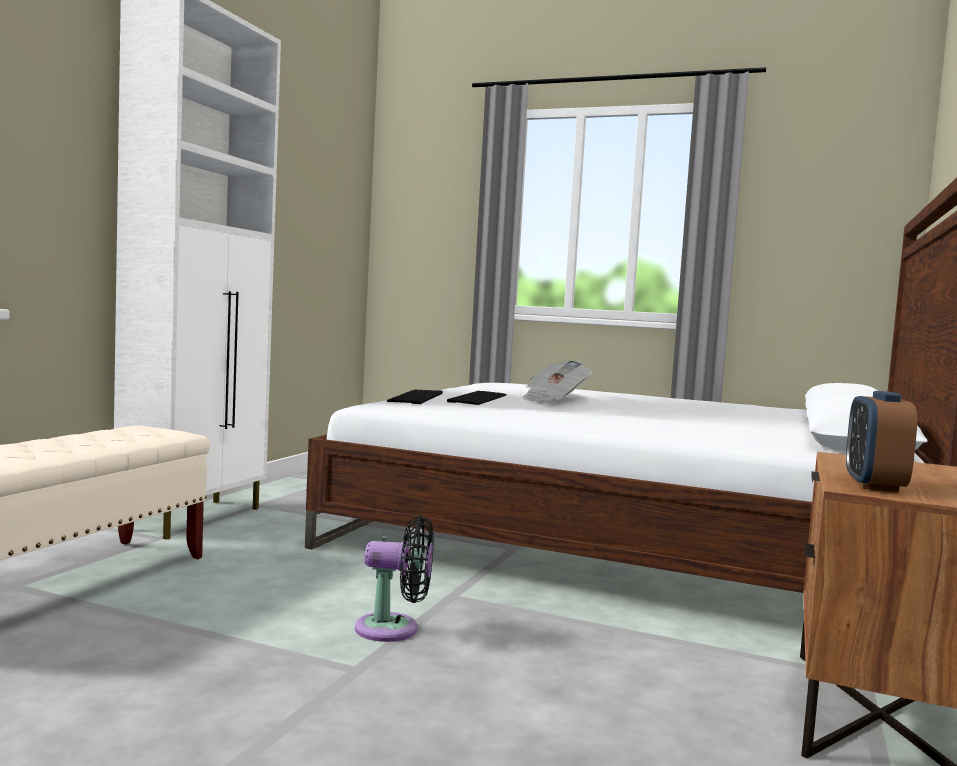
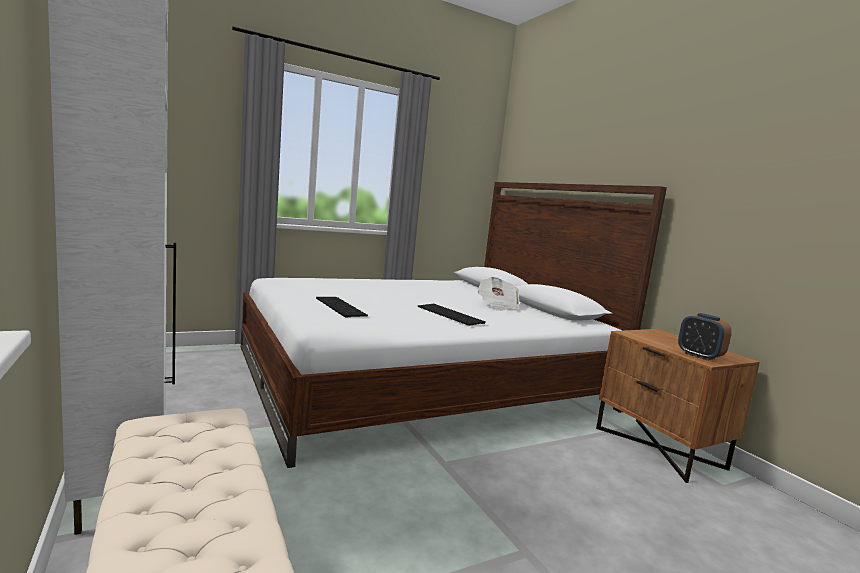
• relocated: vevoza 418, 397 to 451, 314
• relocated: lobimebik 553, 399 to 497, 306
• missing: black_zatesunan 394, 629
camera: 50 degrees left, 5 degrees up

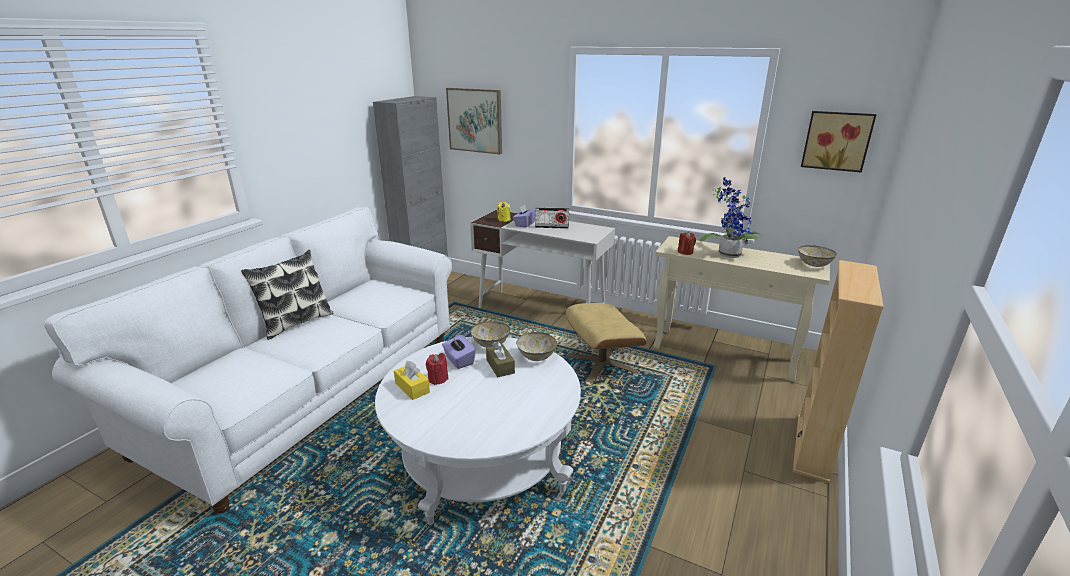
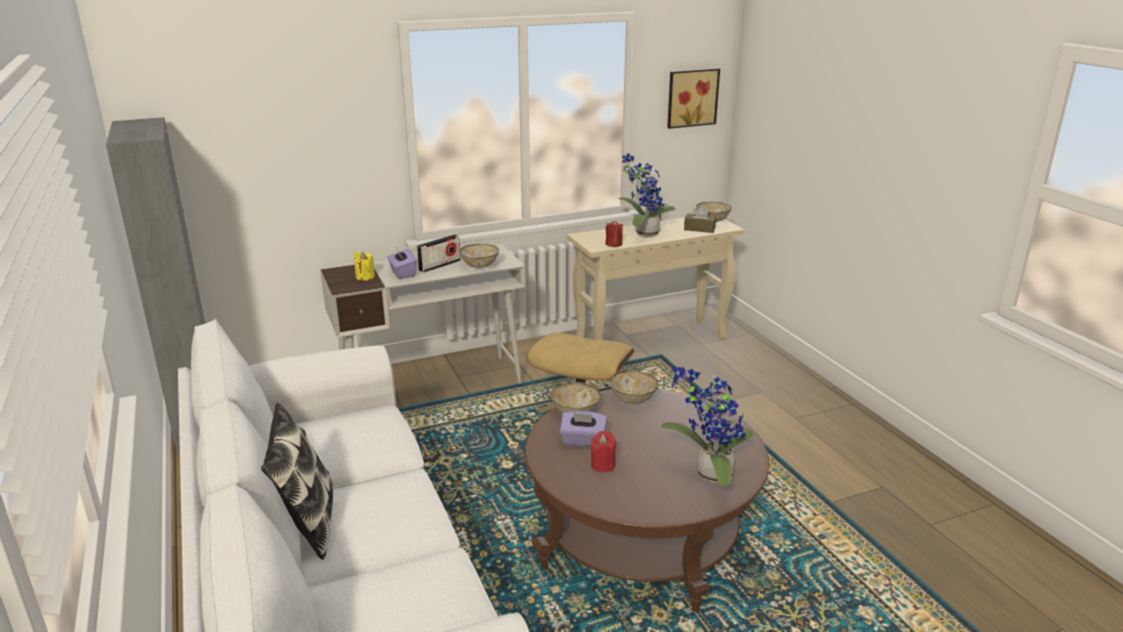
• appeared: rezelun 479, 265
• colour: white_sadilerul 483, 460 to brown_sadilerul 640, 539
• appeared: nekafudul 709, 474
• relocated: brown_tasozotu 500, 366 to 699, 229
• missing: yellow_tasozotu 412, 388
• missing: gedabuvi 475, 120
• missing: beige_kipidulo 812, 447
camera: 50 degrees left, 0 degrees up

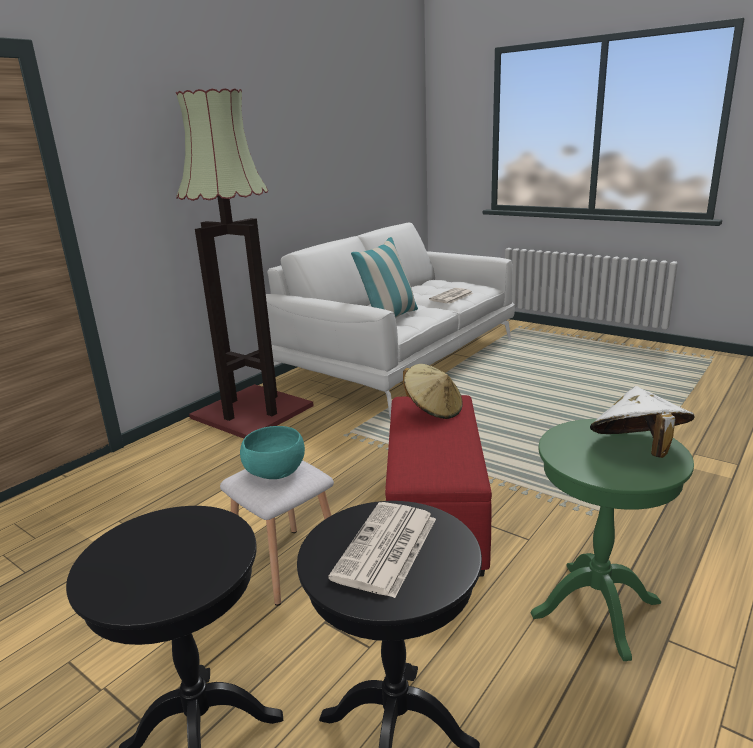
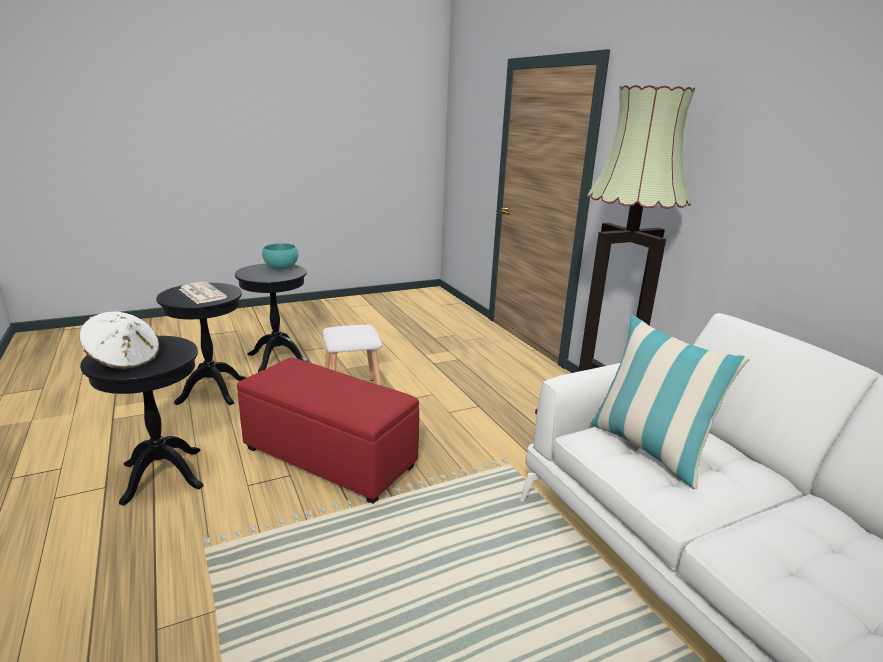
• colour: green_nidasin 595, 608 to black_nidasin 162, 475
• relocated: turquoise_rezelun 274, 472 to 281, 267
• missing: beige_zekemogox 433, 410
• missing: lobimebik 451, 297
camera: 115 degrees right, 0 degrees up

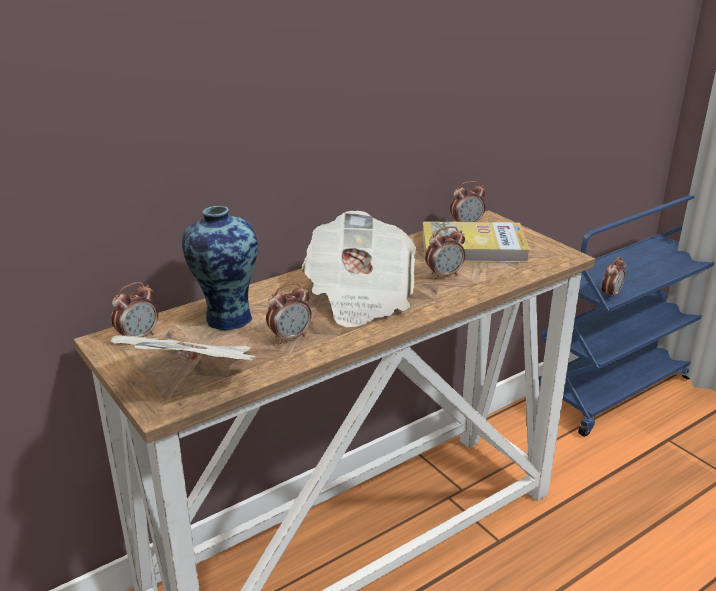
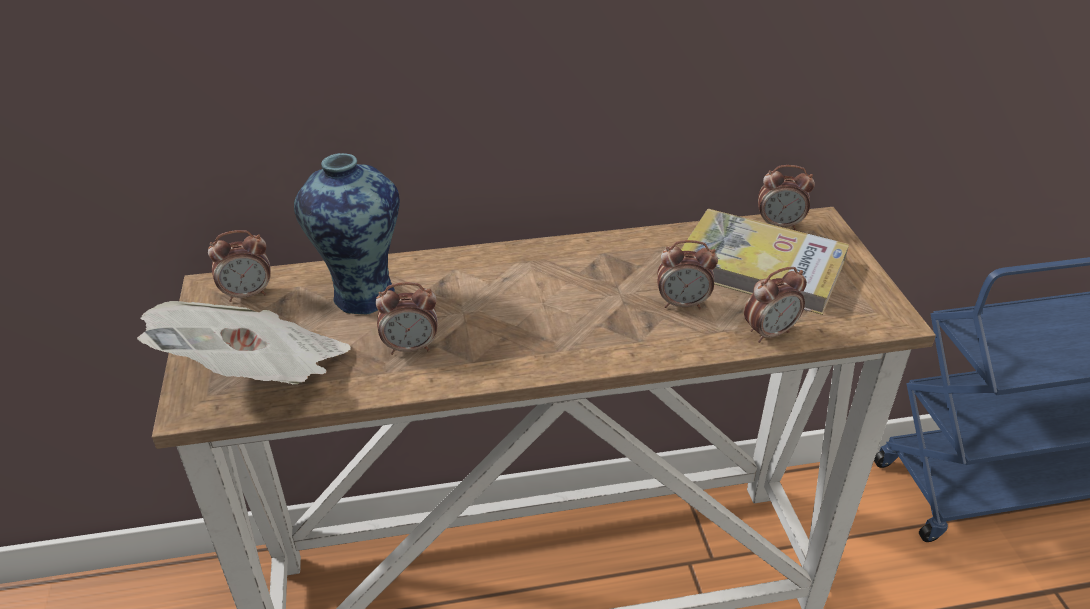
• relocated: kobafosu 611, 294 to 769, 333
• missing: lobimebik 359, 297
camera: 25 degrees right, 10 degrees up

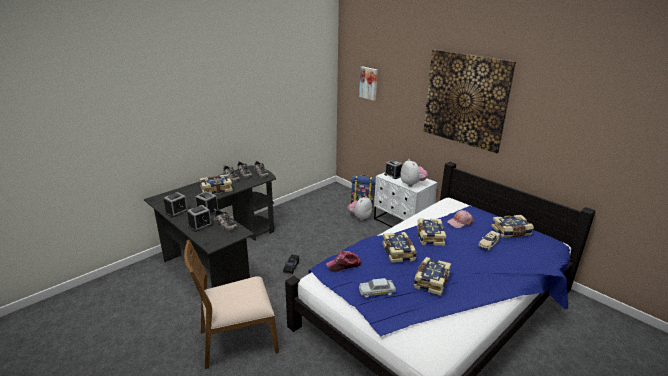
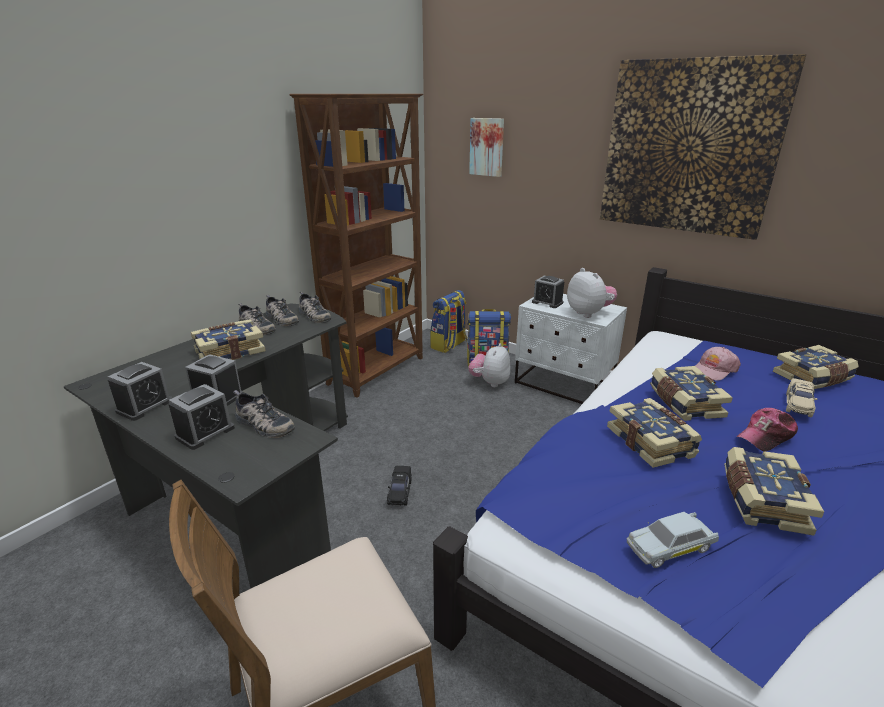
• appeared: brown_kipidulo 378, 371
• appeared: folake 449, 345
• relocated: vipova 343, 265 to 766, 436
camera: 10 degrees left, 0 degrees up

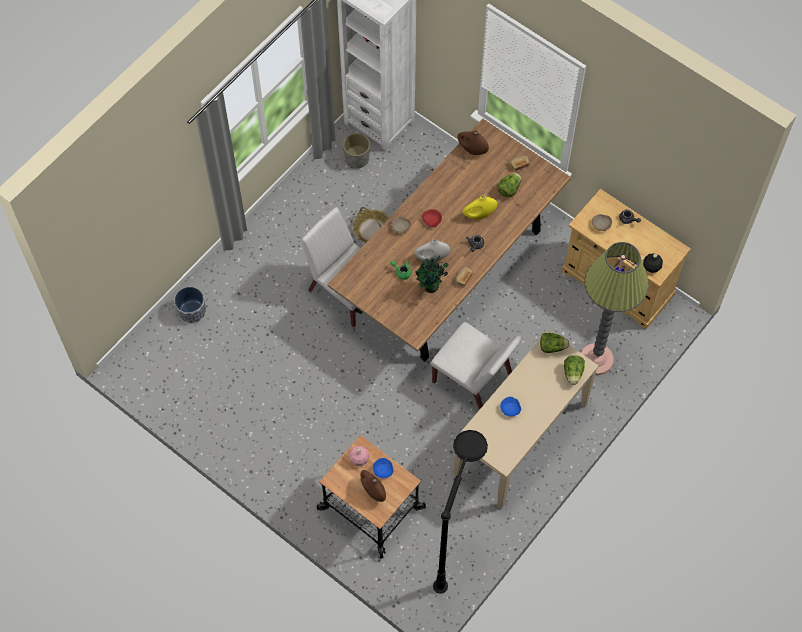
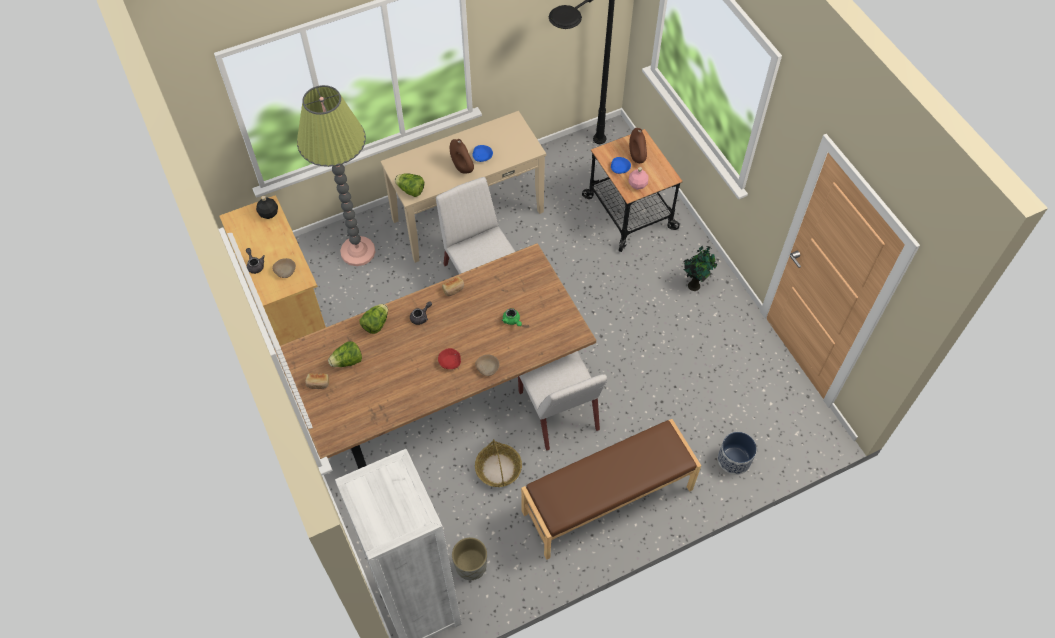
• relocated: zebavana 573, 373 to 376, 324
• relocated: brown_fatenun 472, 150 to 462, 167
• appeared: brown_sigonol 608, 501
• relocated: nekafudul 431, 288 to 694, 284
• missing: white_fatenun 431, 258
• missing: yellow_fatenun 479, 215
camera: 155 degrees left, 5 degrees down

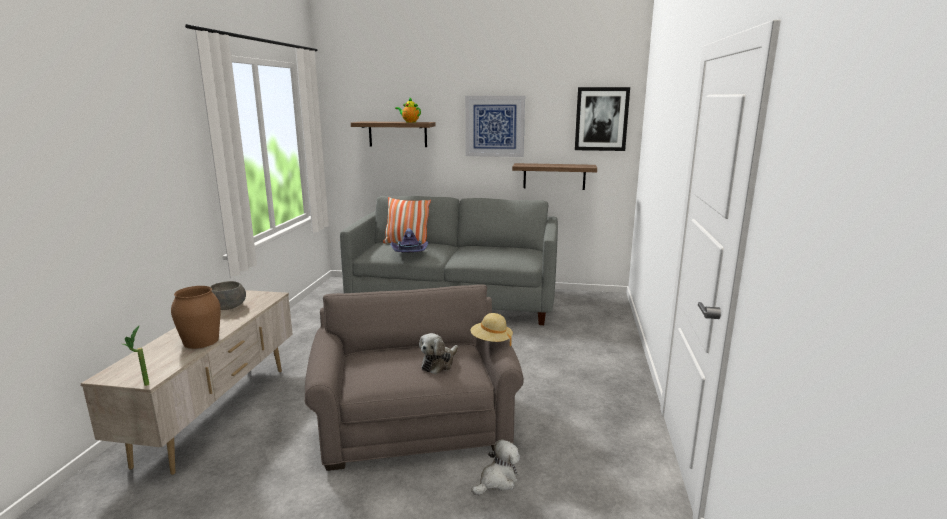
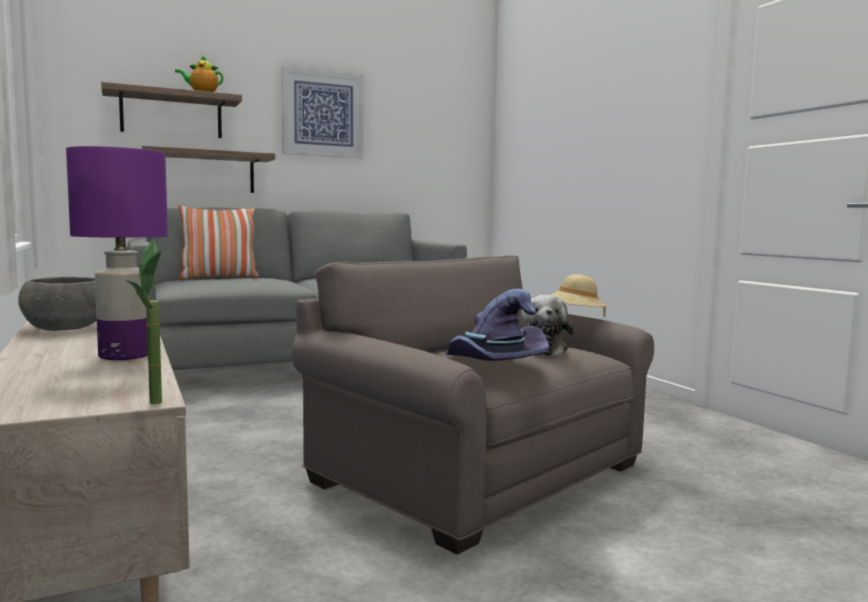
• exchanged: brown_fatenun 201, 341 to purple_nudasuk 125, 356
• relocated: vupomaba 554, 176 to 206, 172
• relocated: purple_zekemogox 409, 253 to 493, 366
• missing: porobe 497, 481
• missing: gedabuvi 601, 119
camera: 35 degrees left, 10 degrees down

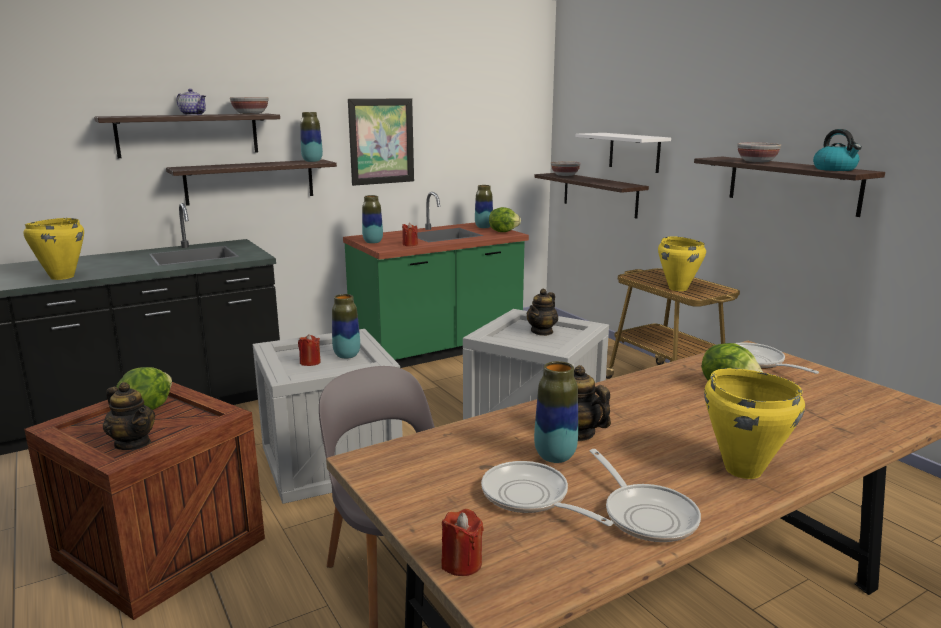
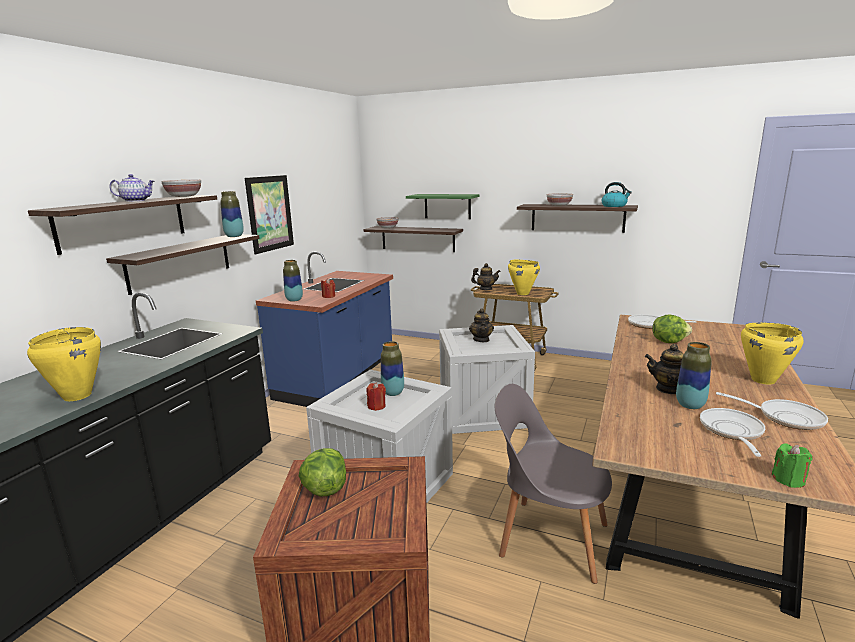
• colour: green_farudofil 438, 350 to blue_farudofil 338, 378
• colour: white_vupomaba 634, 152 to green_vupomaba 447, 206
• relocated: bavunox 133, 443 to 485, 289
• spun: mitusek 530, 498 = 732, 431 90 degrees clockwise
• colour: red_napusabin 461, 563 to green_napusabin 788, 480
• missing: fatenun 483, 227
• missing: zebavana 503, 231
camera: 35 degrees left, 0 degrees up

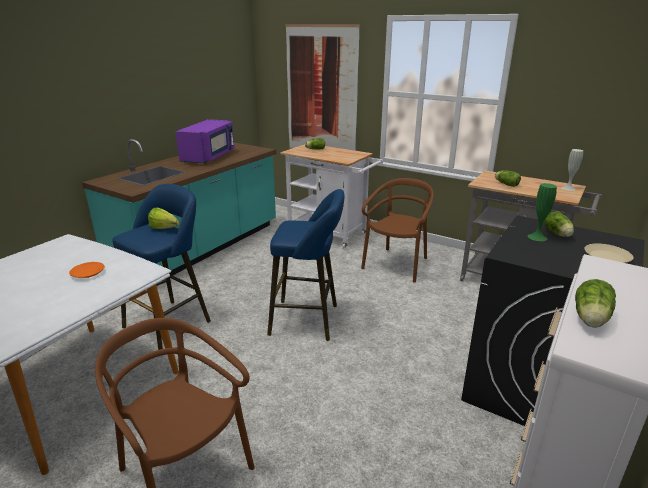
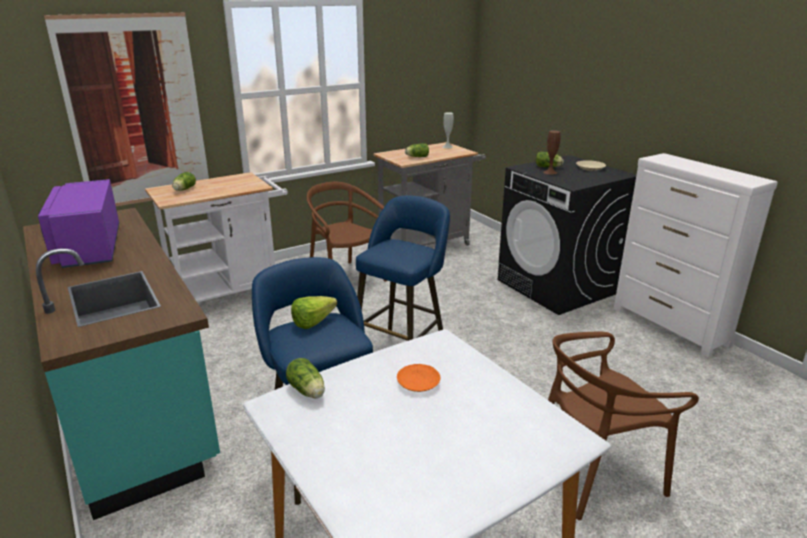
• spun: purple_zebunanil 209, 157 = 88, 248 150 degrees counterclockwise
• relocated: zebavana 590, 319 to 308, 391
• colour: green_fatenun 537, 237 to brown_fatenun 550, 172
camera: 65 degrees left, 0 degrees up

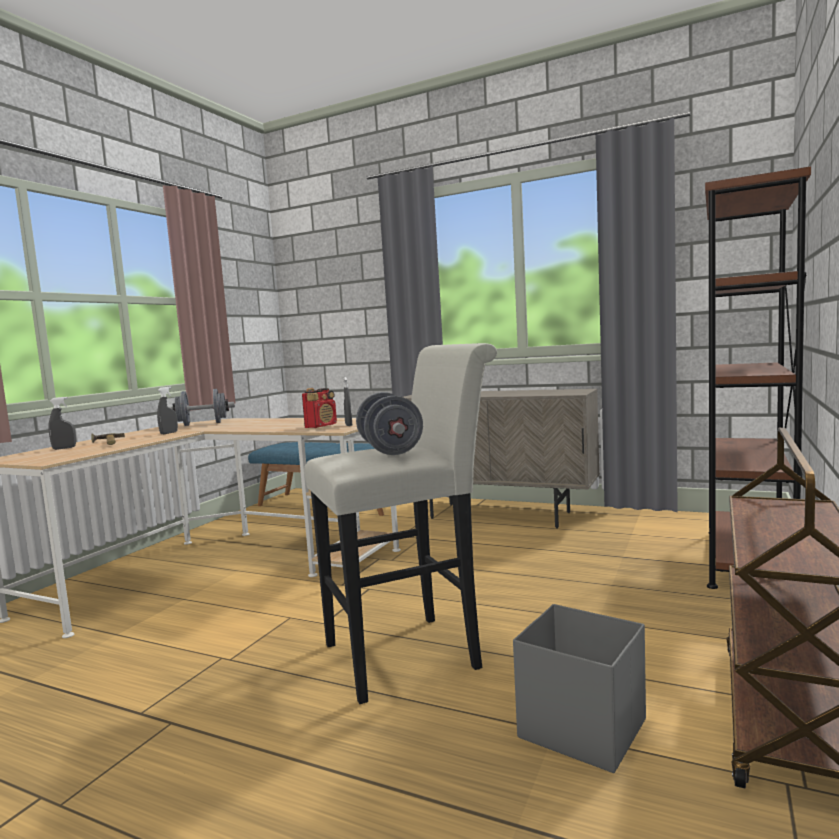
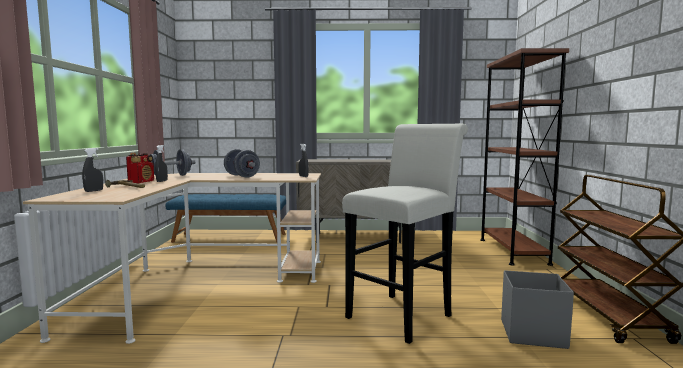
• relocated: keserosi 321, 426 to 141, 182
• relocated: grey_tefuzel 390, 450 to 242, 176
camera: 25 degrees left, 0 degrees up

